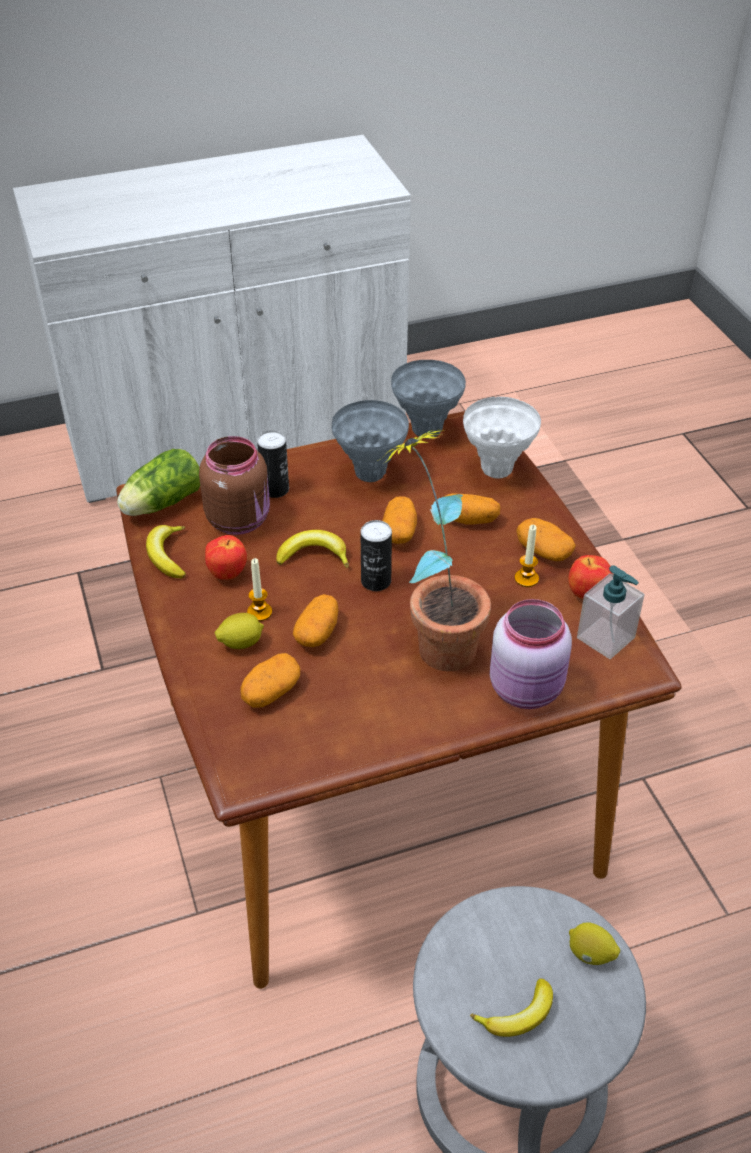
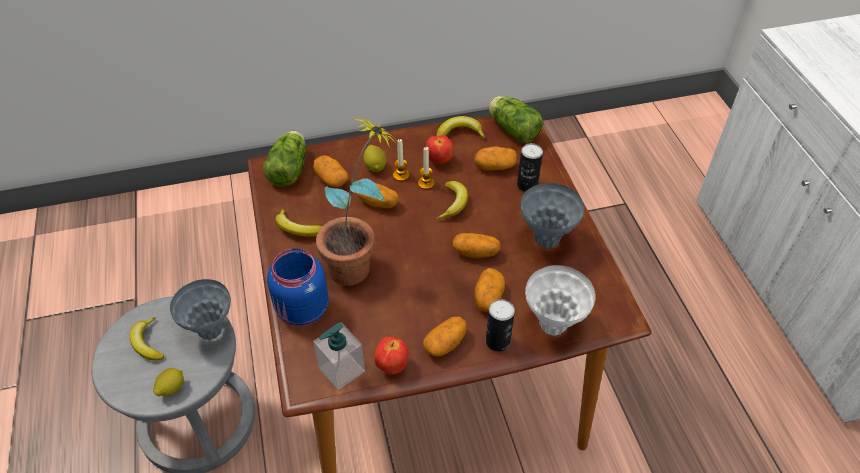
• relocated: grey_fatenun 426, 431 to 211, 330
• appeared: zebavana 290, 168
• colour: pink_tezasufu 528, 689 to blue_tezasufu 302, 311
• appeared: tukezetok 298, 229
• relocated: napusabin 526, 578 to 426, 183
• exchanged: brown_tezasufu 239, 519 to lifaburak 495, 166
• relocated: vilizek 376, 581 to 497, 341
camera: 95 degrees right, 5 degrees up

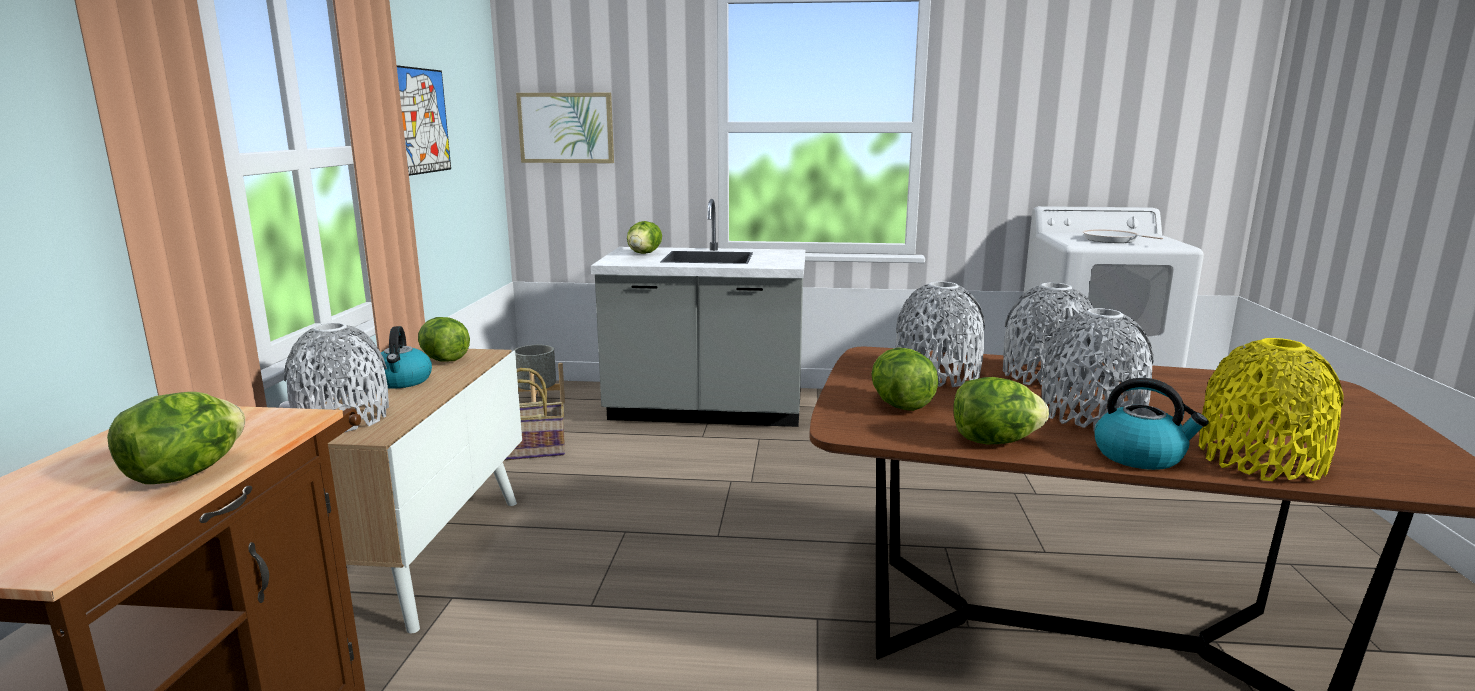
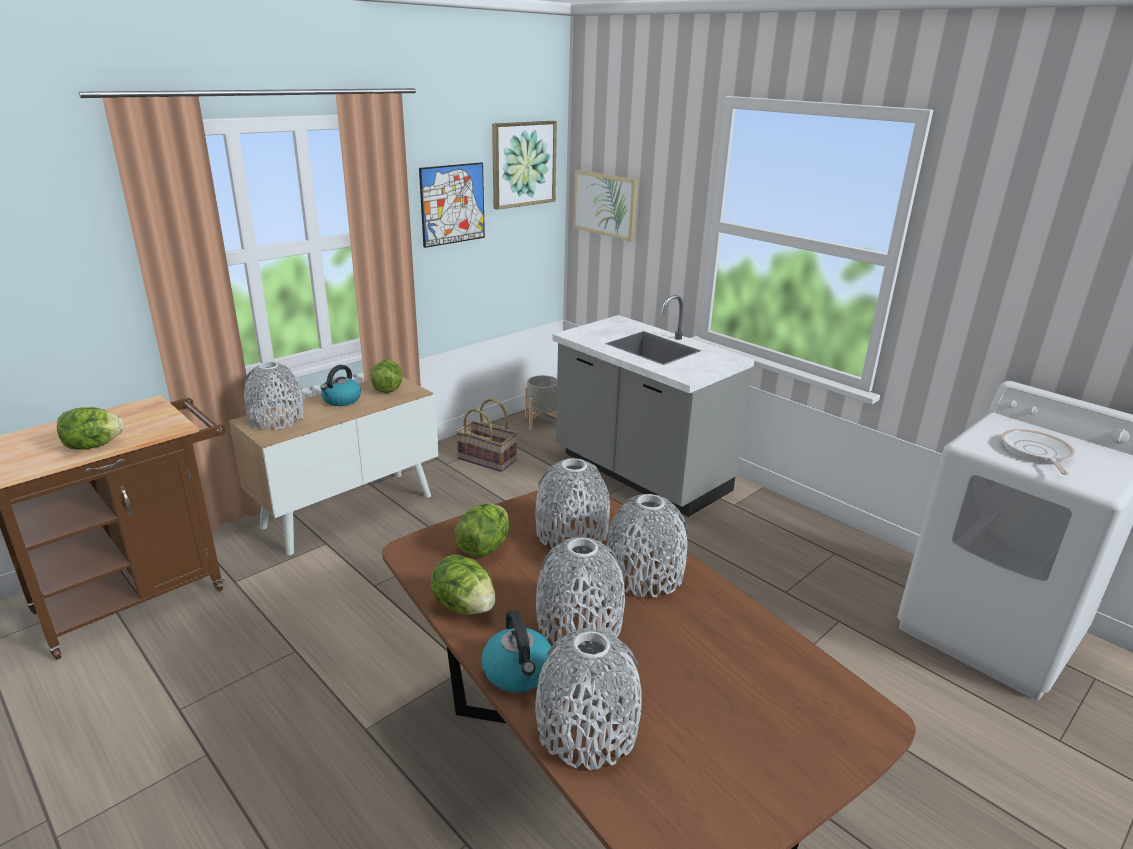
• appeared: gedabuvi 523, 164
• colour: yellow_fatenun 1260, 460 to grey_fatenun 587, 729
• missing: zebavana 644, 253
camera: 40 degrees right, 10 degrees up

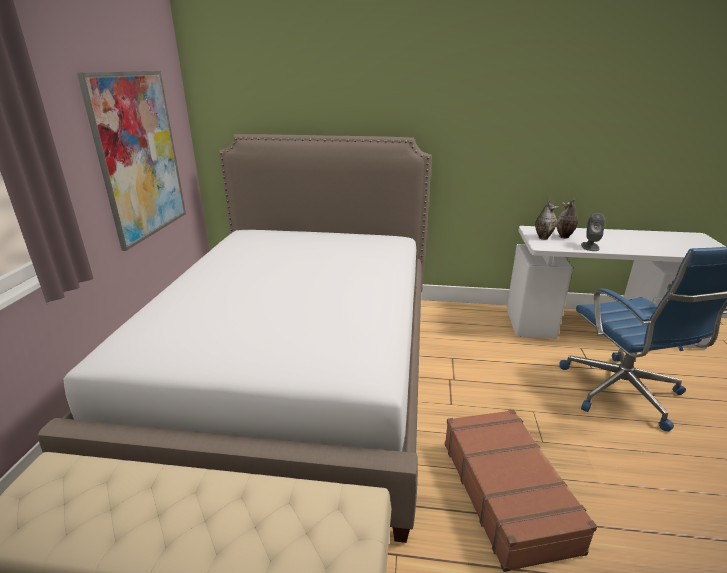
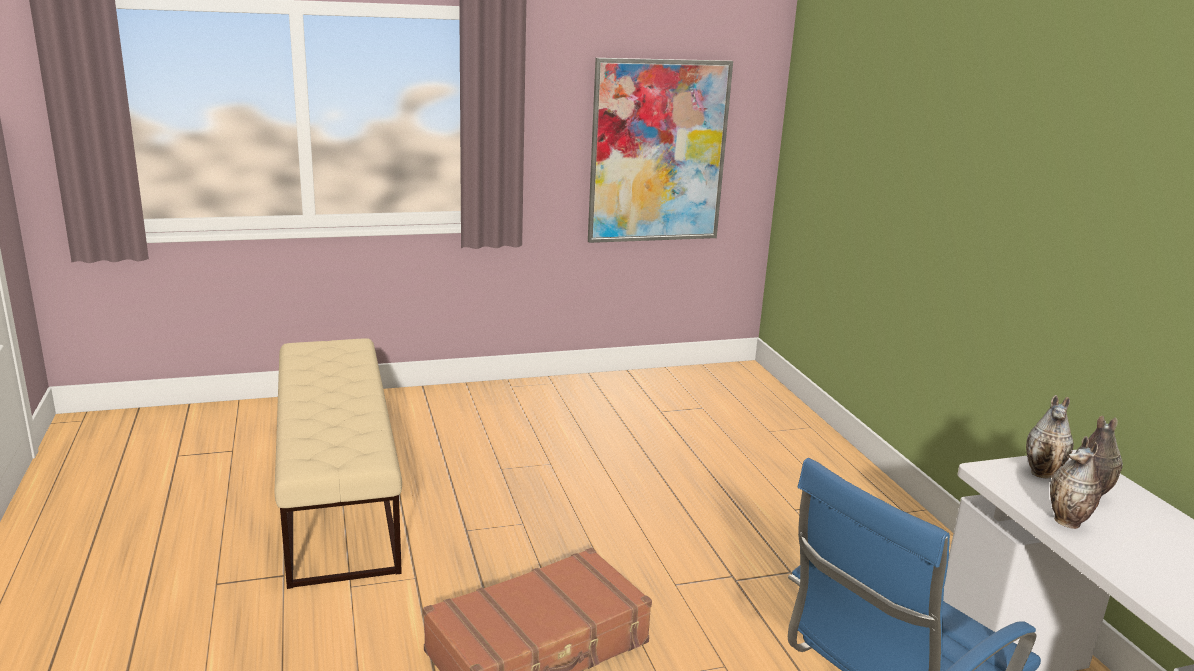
• exchanged: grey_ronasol 590, 246 to fatenun 1069, 522
• missing: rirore 297, 373
camera: 65 degrees right, 5 degrees down

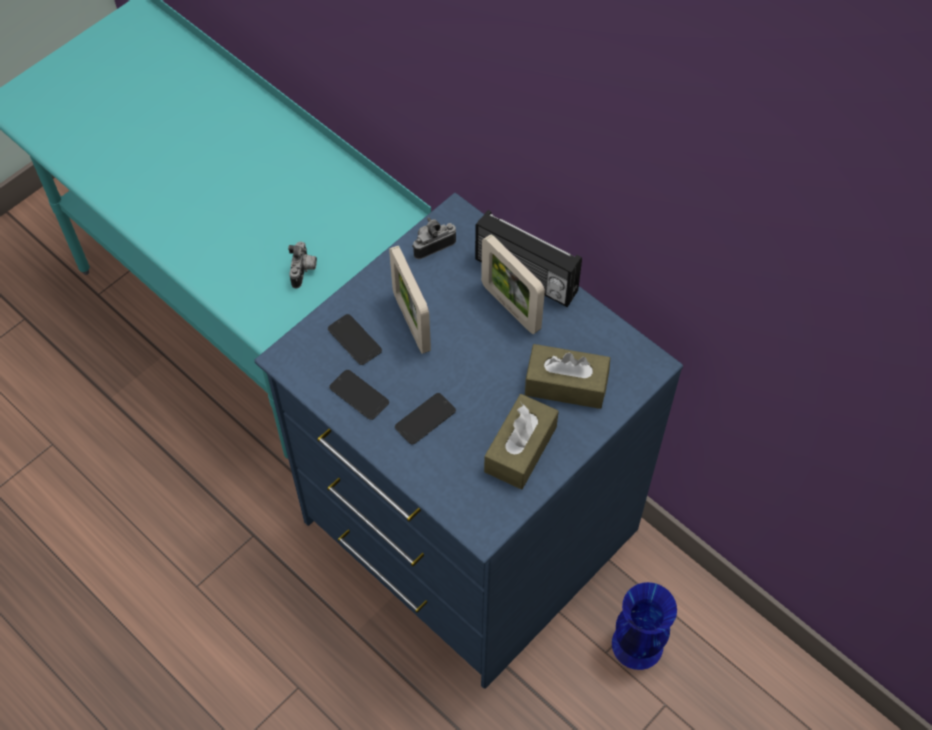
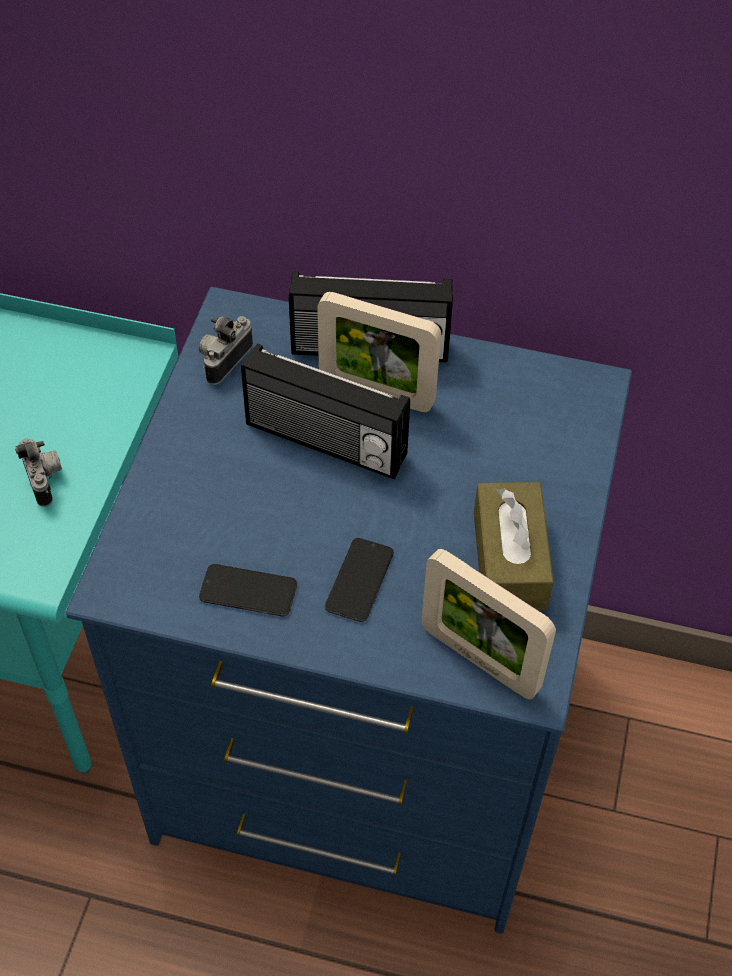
• appeared: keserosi 324, 442
• relocated: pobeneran 411, 322 to 479, 659
• missing: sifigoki 354, 340
• missing: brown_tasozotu 566, 384
• missing: blue_fatenun 636, 643
camera: 30 degrees left, 5 degrees down

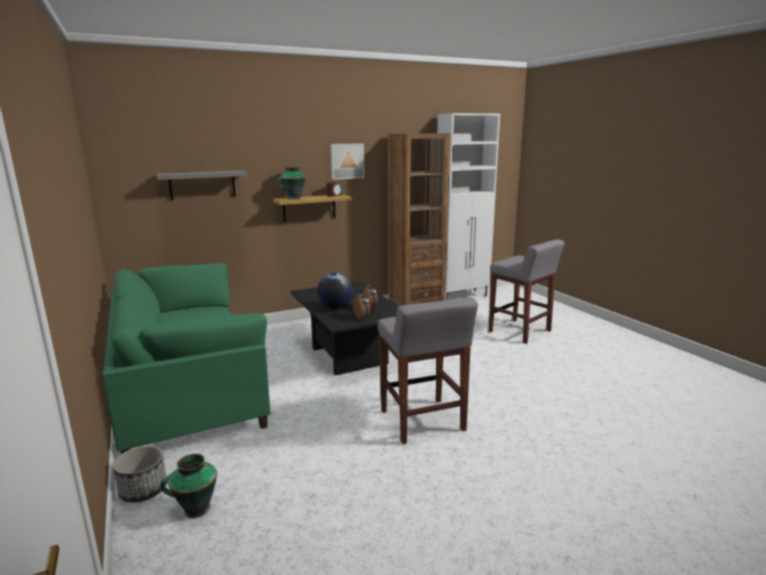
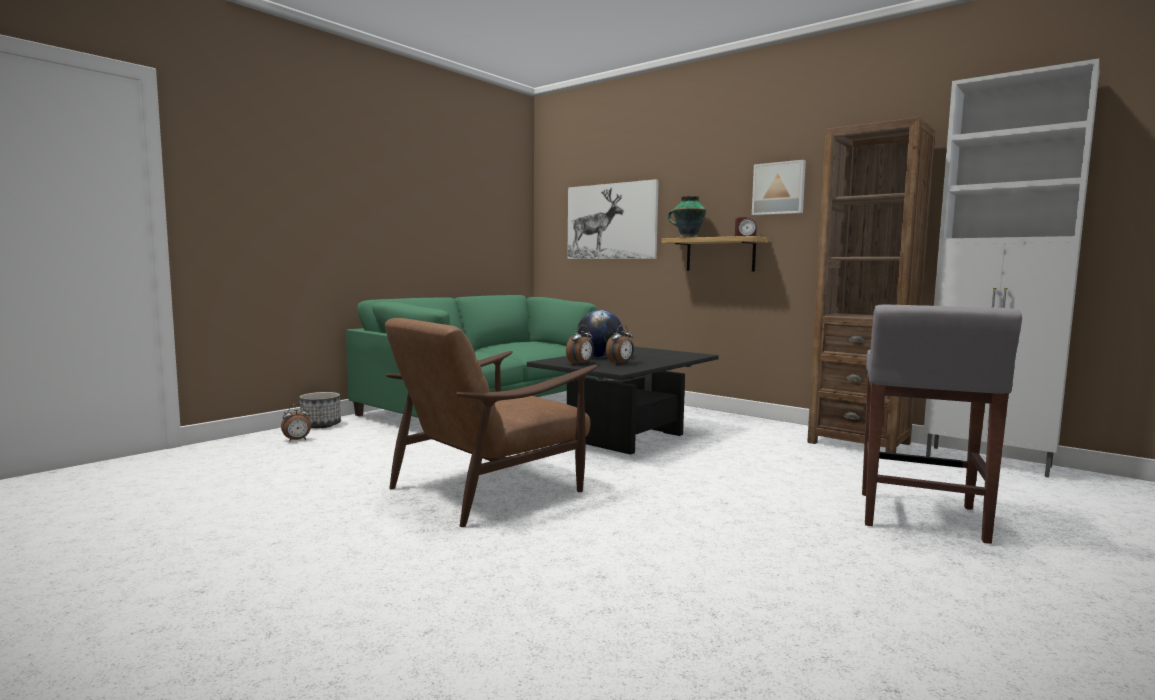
• exchanged: fatenun 195, 509 to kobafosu 297, 440
• exchanged: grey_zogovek 422, 421 to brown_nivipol 490, 487
• exchanged: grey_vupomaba 202, 185 to gedabuvi 611, 221
camera: 65 degrees right, 10 degrees down

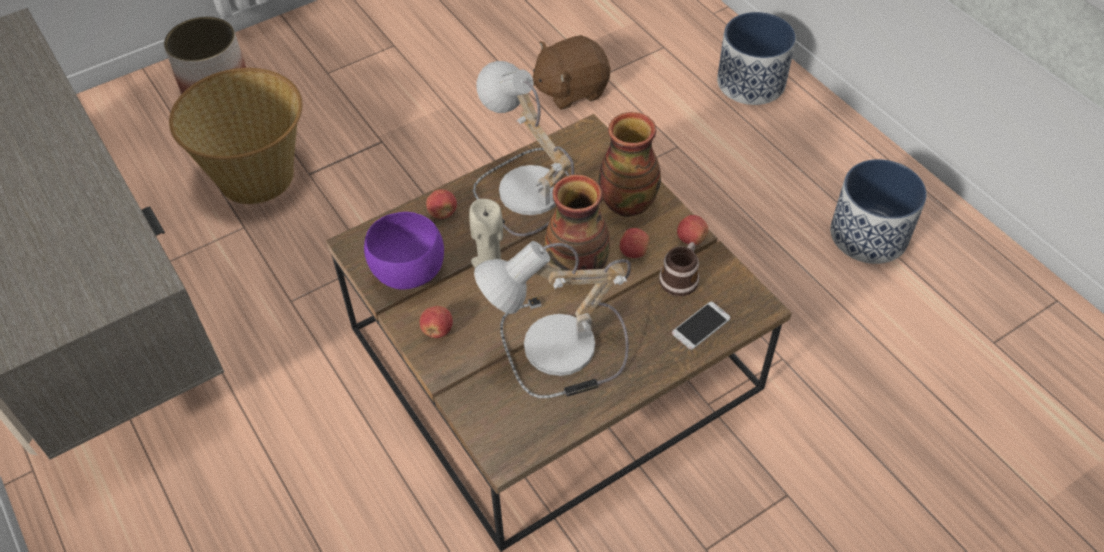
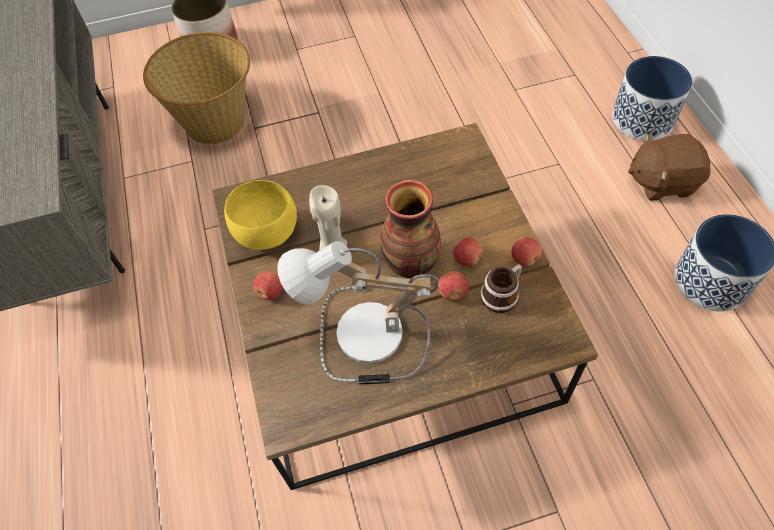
• colour: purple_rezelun 407, 272 to yellow_rezelun 265, 233
• relocated: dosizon 442, 213 to 452, 293
• relocated: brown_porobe 571, 89 to 662, 181
• missing: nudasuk 522, 191
• missing: fatenun 627, 202
• missing: sifigoki 701, 326
camera: 20 degrees right, 5 degrees up

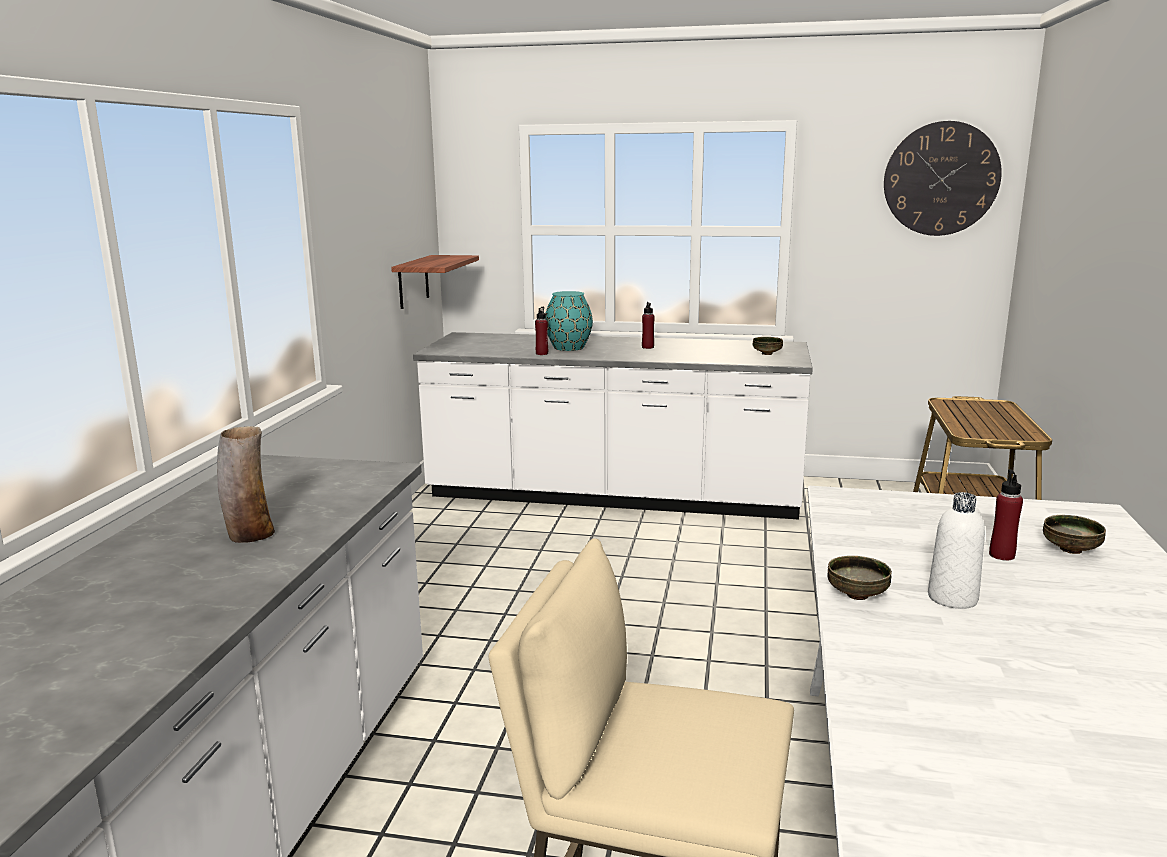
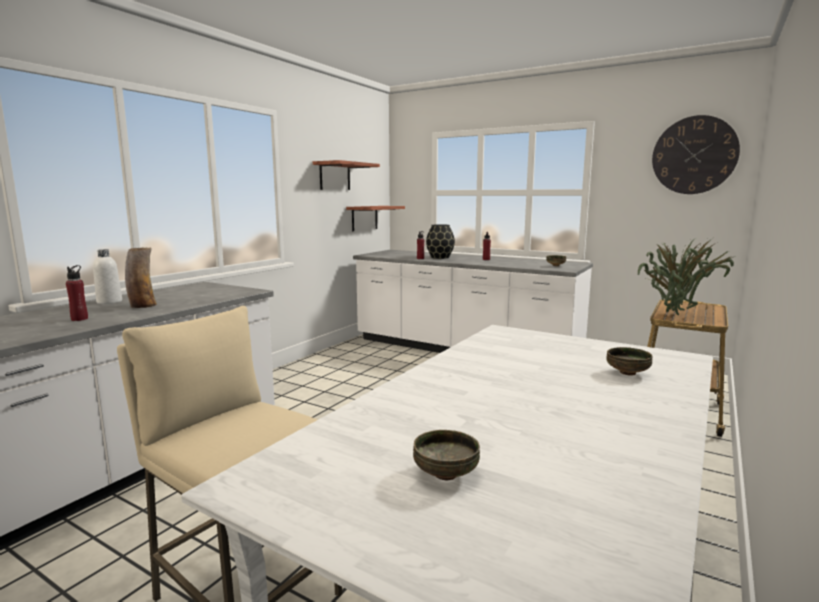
• relocated: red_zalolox 1001, 555 to 79, 319
• relocated: white_zalolox 952, 598 to 109, 302
• appeared: vupomaba 335, 176
• relocated: rezelun 857, 595 to 445, 474
• colour: turquoise_fatenun 569, 348 to black_fatenun 440, 257
• appeared: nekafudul 676, 316
camera: 20 degrees right, 5 degrees down

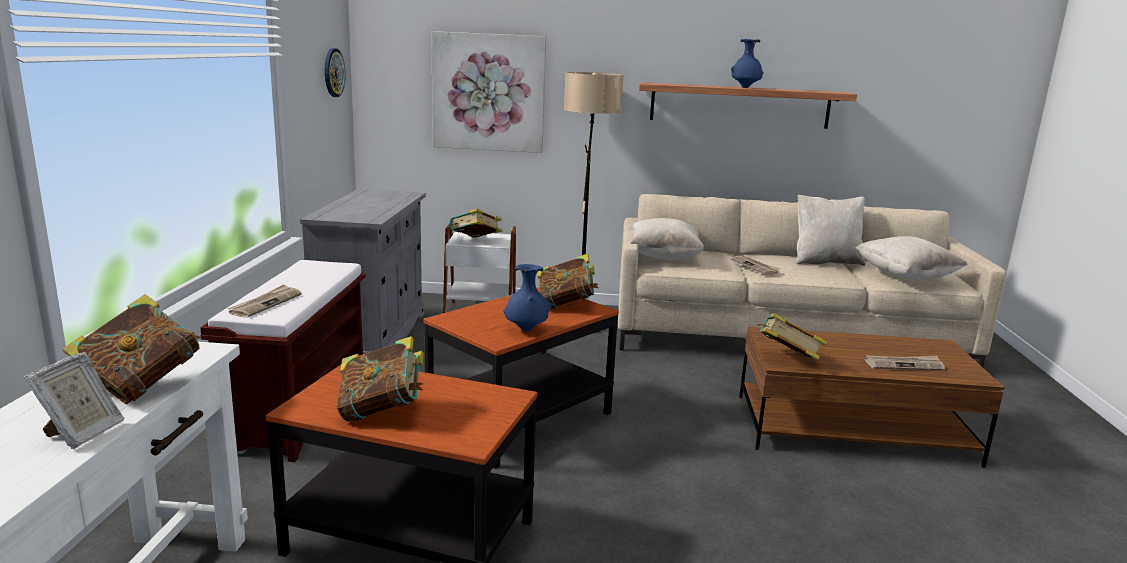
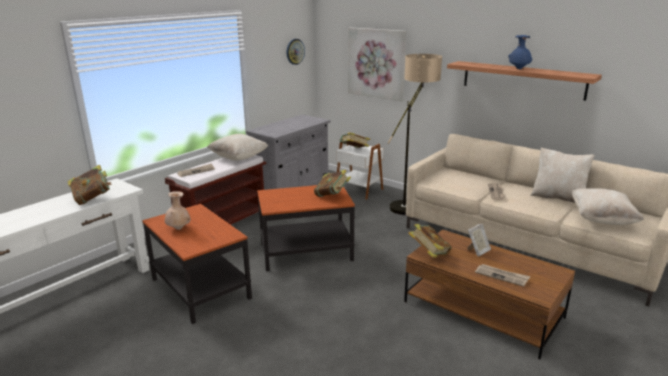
• exchanged: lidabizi 382, 411 to beige_fatenun 179, 229
• relocated: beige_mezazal 664, 257 to 238, 158
• relocated: pobeneran 82, 434 to 478, 251
• missing: blue_fatenun 526, 330
camera: 35 degrees right, 5 degrees up

